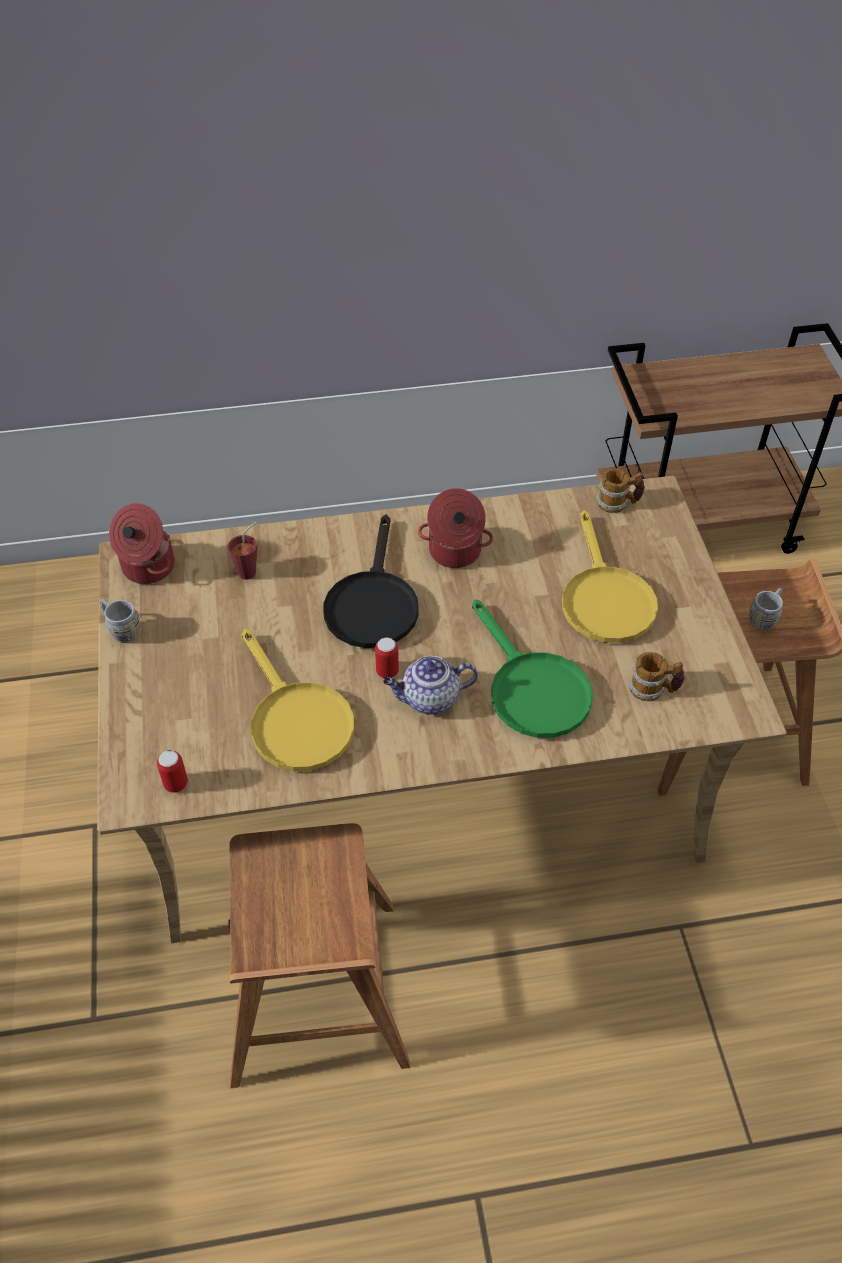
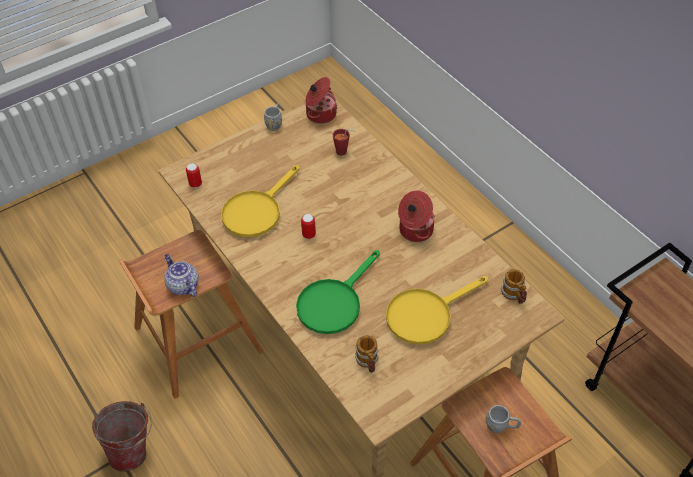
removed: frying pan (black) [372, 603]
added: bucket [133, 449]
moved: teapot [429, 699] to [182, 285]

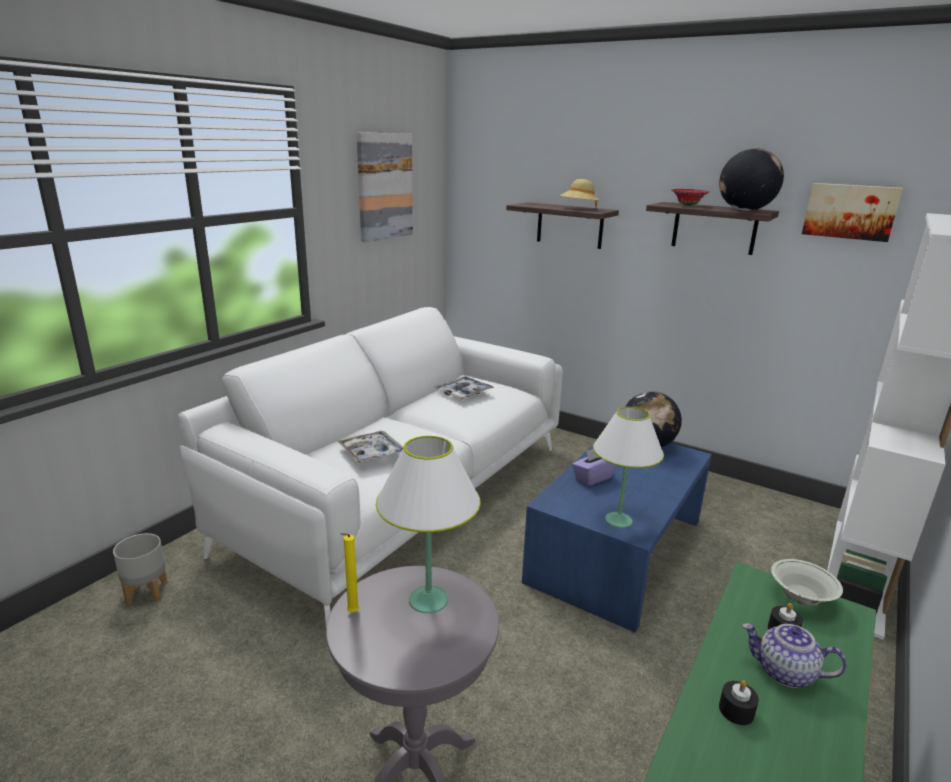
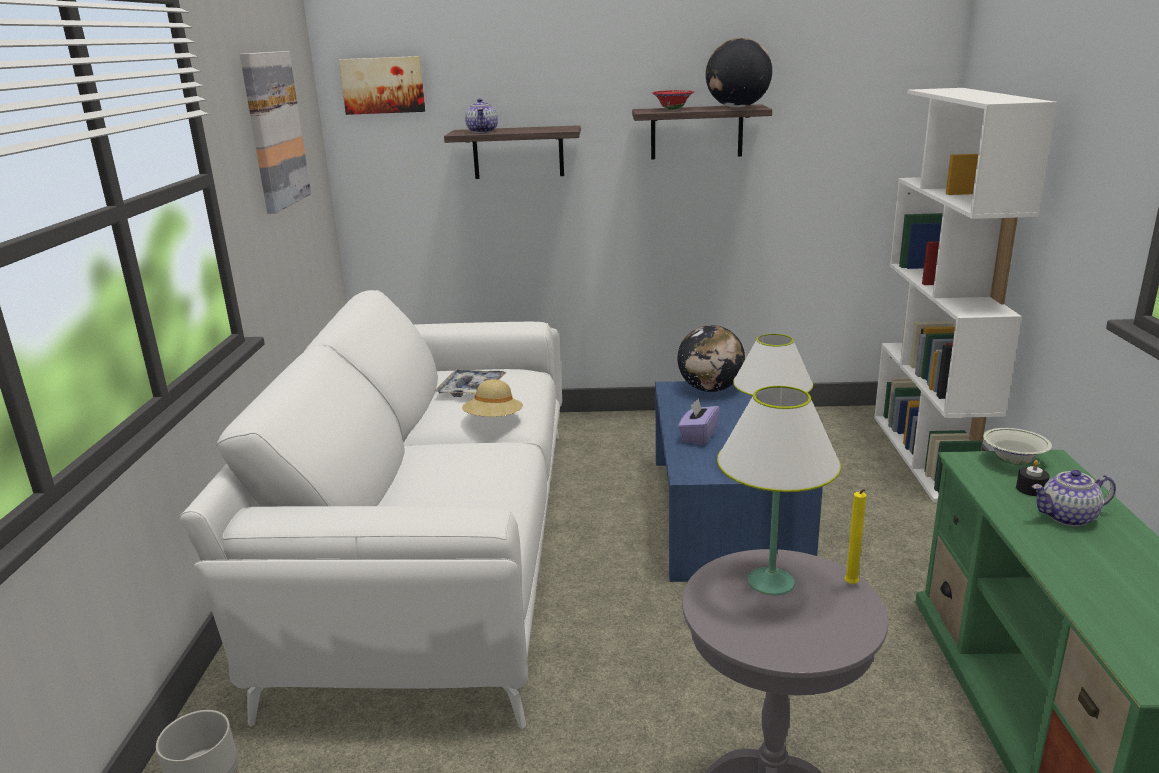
removed: tray [372, 453]; candle (black) [736, 710]
added: teapot [483, 131]
moved: candle (yellow) [351, 613] to [851, 586]; hat (beige) [578, 208] to [493, 420]; picture [850, 211] to [383, 85]

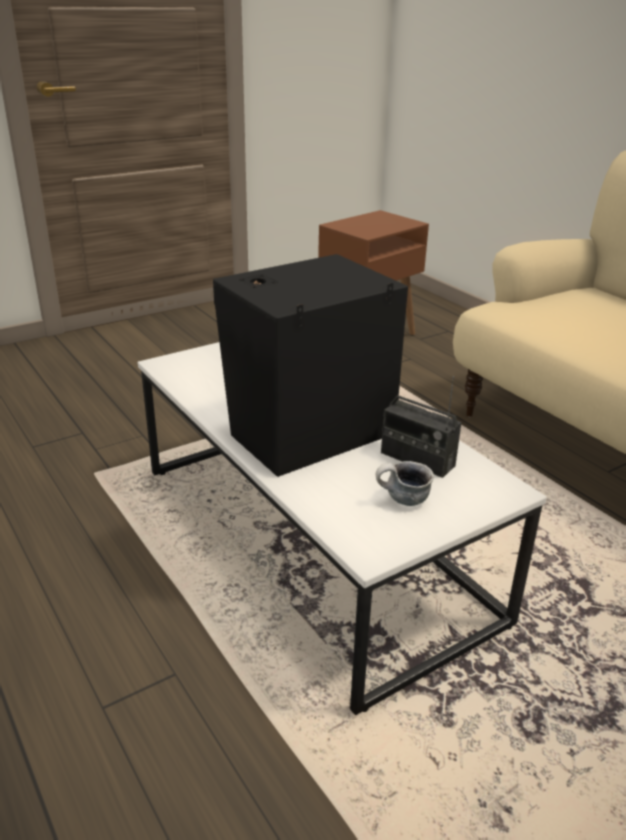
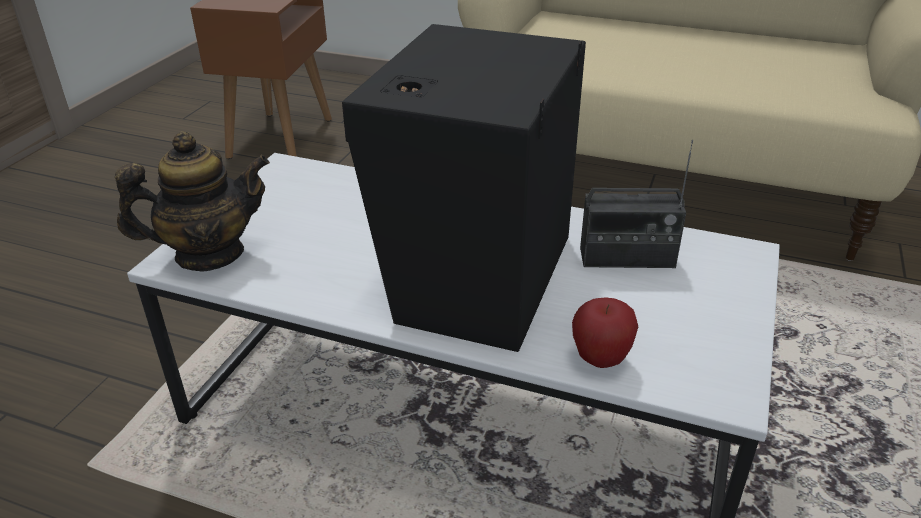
removed: mug [402, 501]
added: teapot [209, 254]; apple [600, 359]

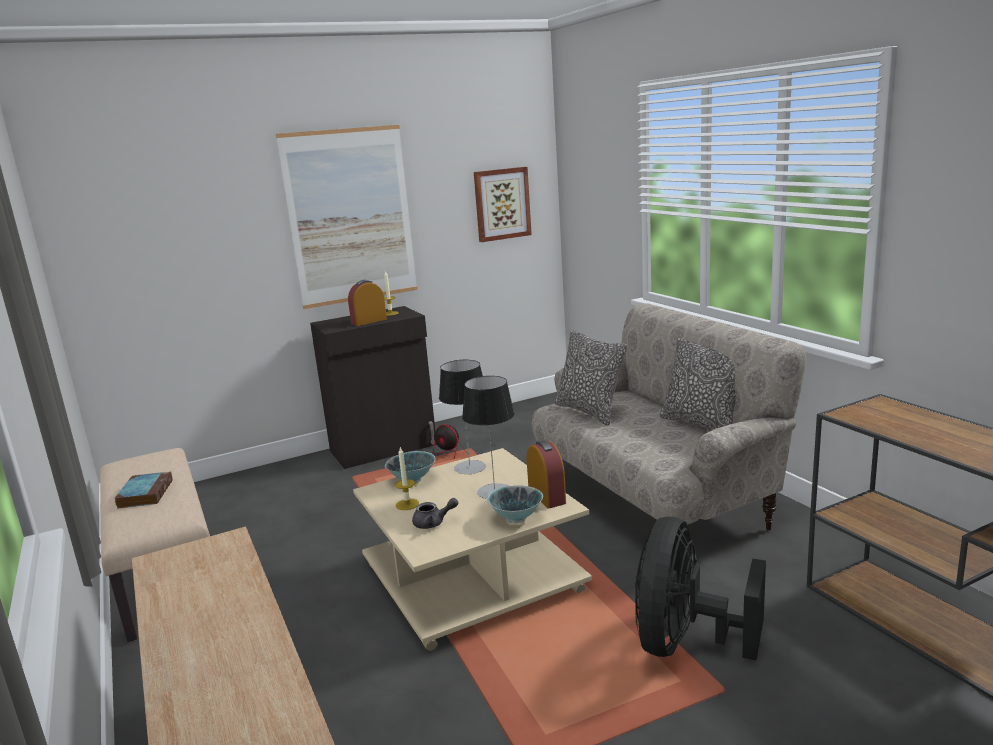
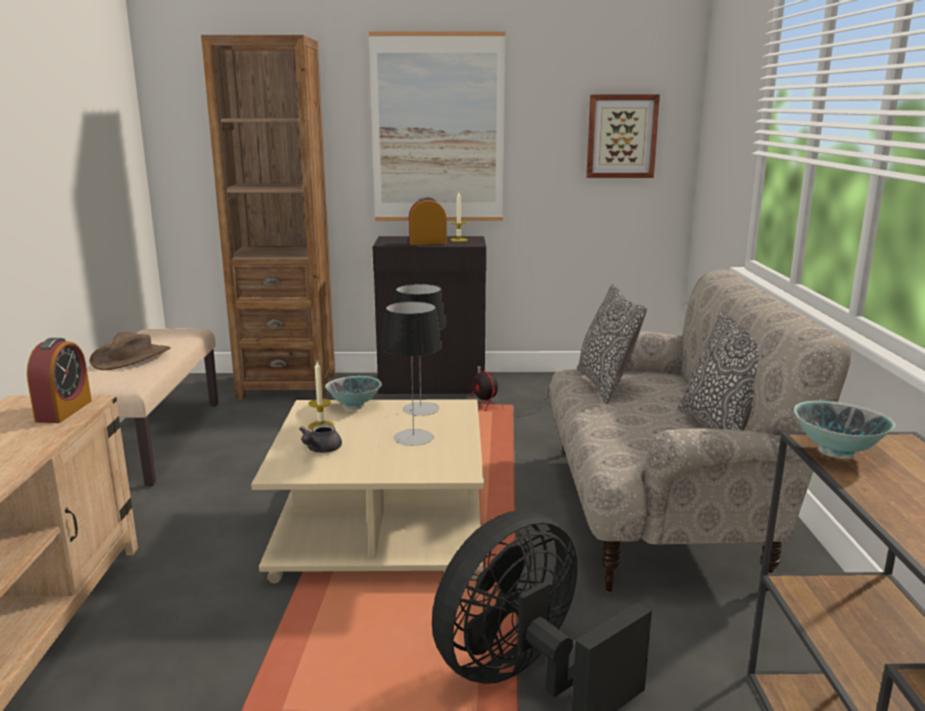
added: bookcase (brown) [287, 386]
moved: bowl [516, 519] to [836, 453]; alarm clock [547, 496] to [64, 411]
replaced: book [145, 493] to hat (brown) [131, 358]
turned: teapot (grey) [433, 523] = [320, 450] 90 degrees clockwise

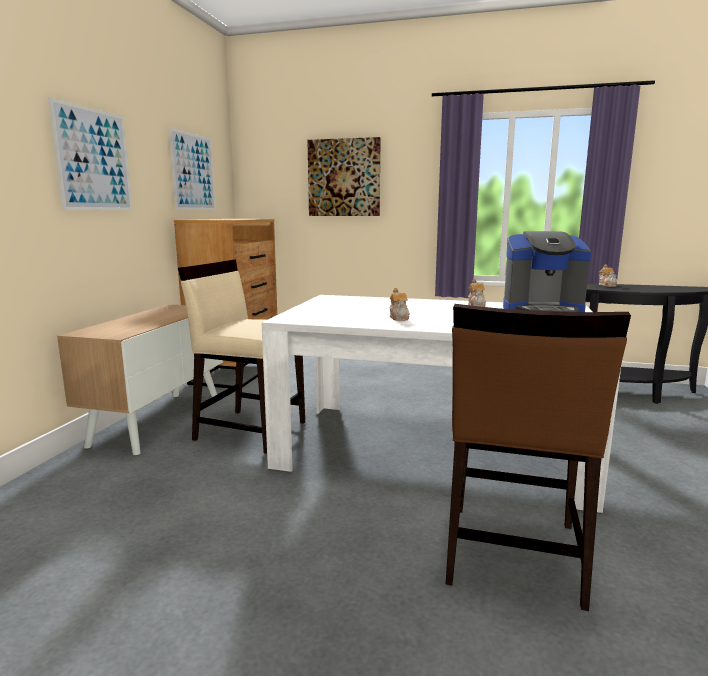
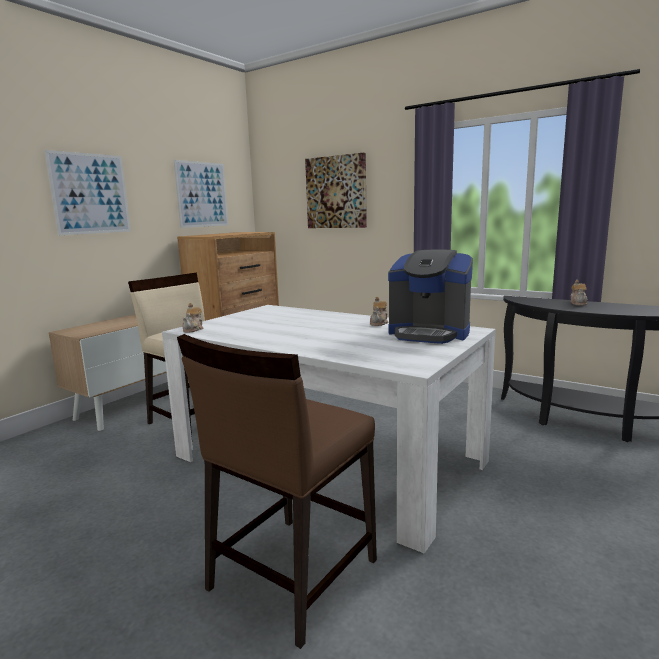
moved: teapot [399, 318] to [193, 329]

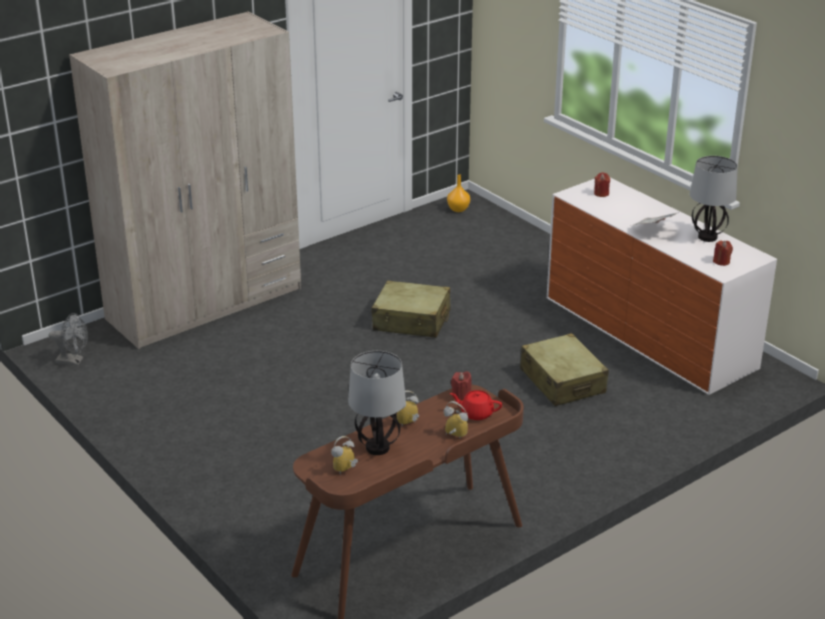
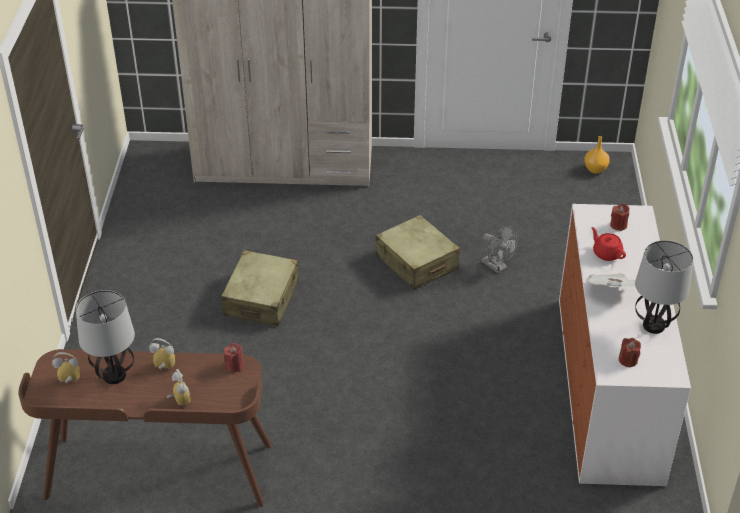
moved: fan (grey) [74, 361] to [497, 267]; teapot (red) [476, 413] to [606, 253]; suitcase (beige) [562, 381] to [262, 298]

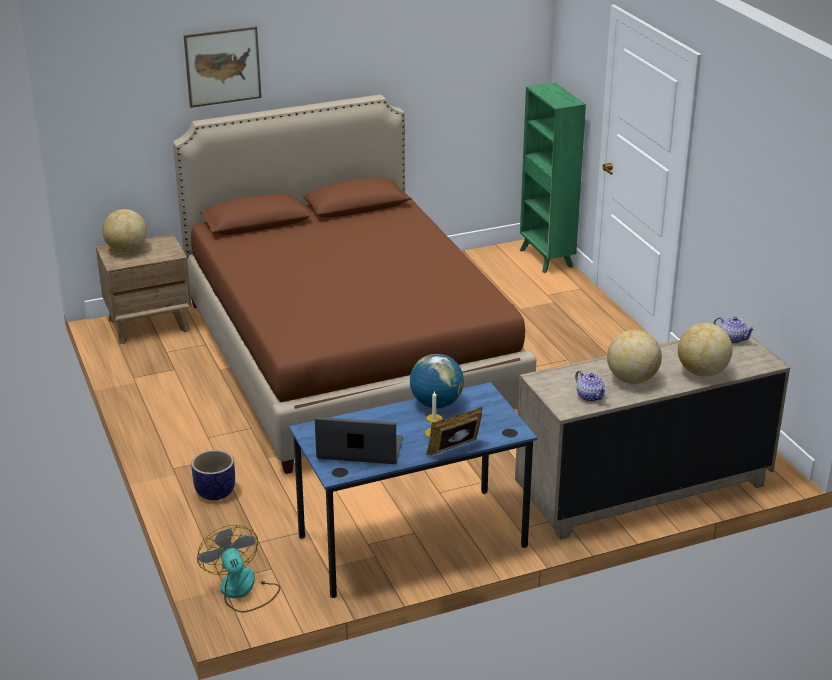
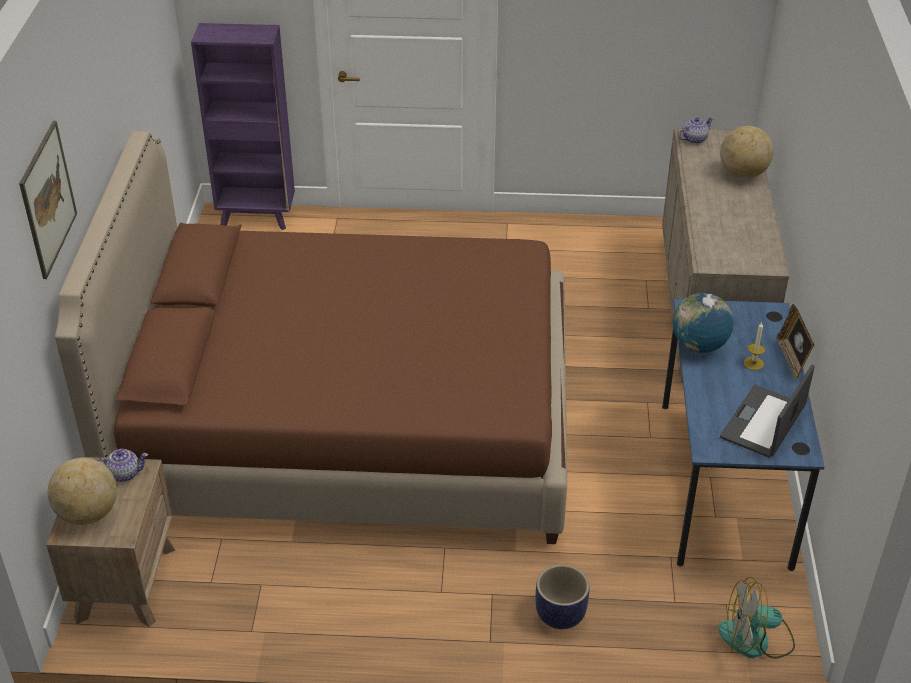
removed: globe [631, 379]
moved: teapot [590, 396] to [124, 473]
recoloured: bookcase (green) [546, 259] to bookcase (purple) [257, 217]

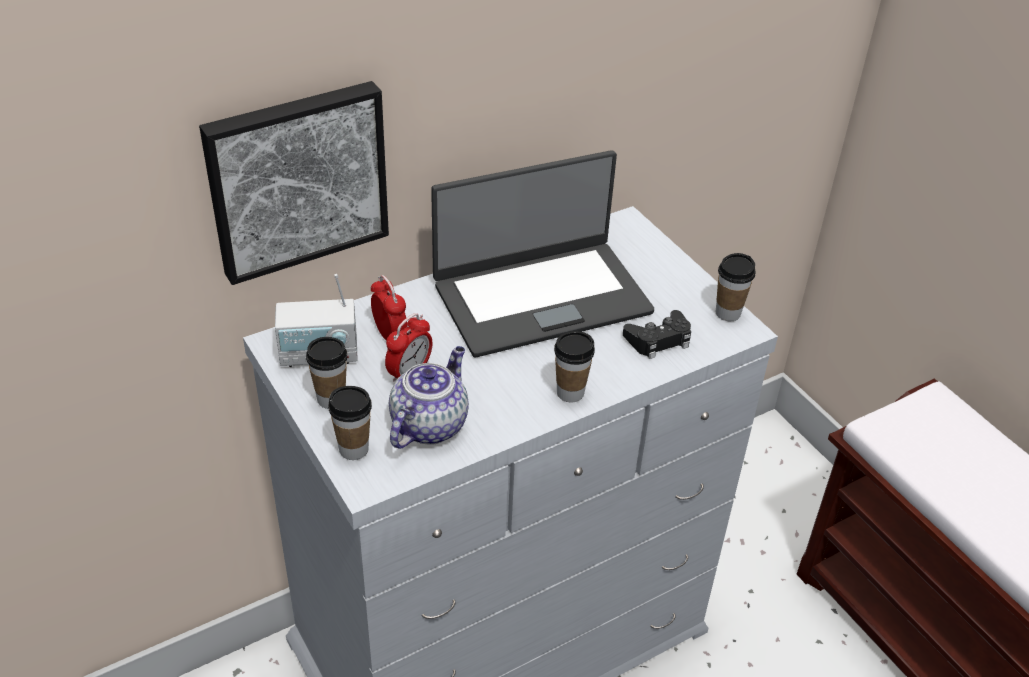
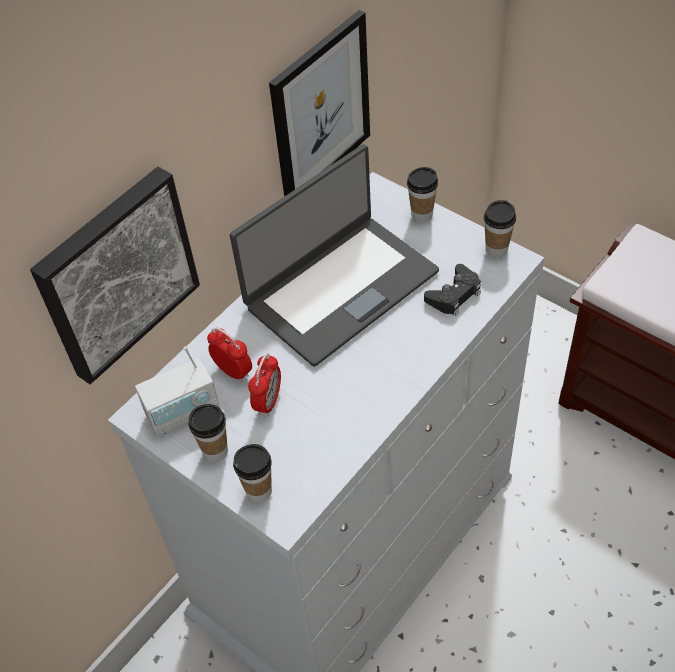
removed: teapot [429, 424]
added: picture [321, 109]
moved: cup [570, 393] to [422, 215]

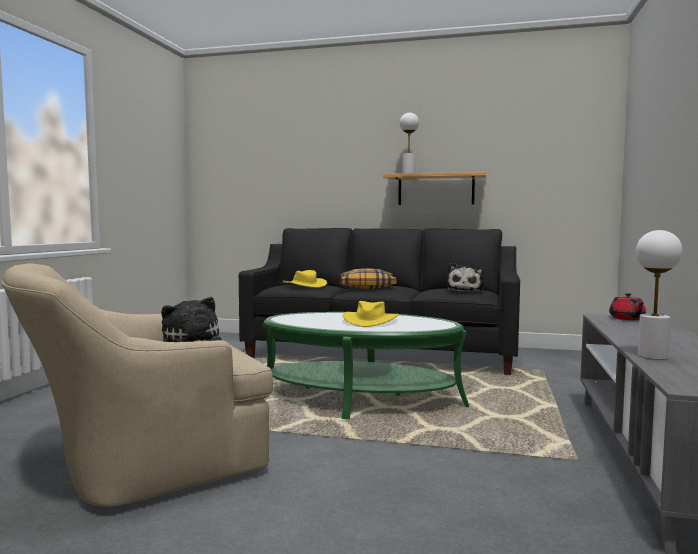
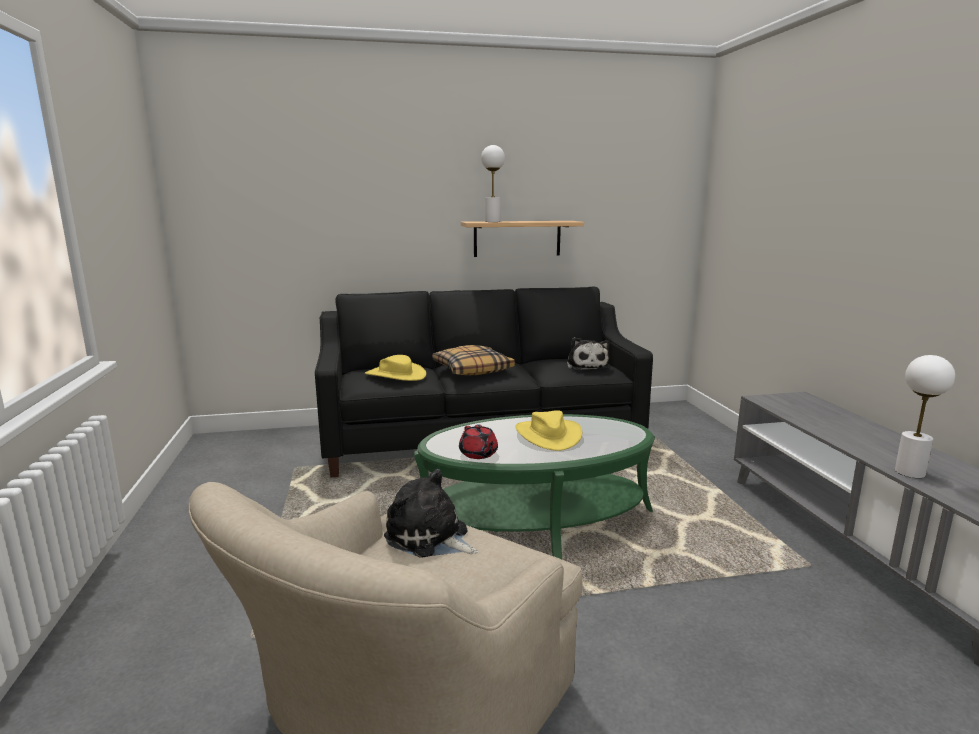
moved: teapot (red) [627, 318] to [478, 454]

